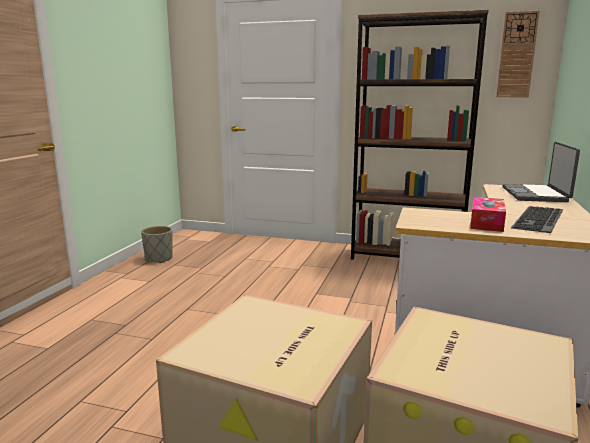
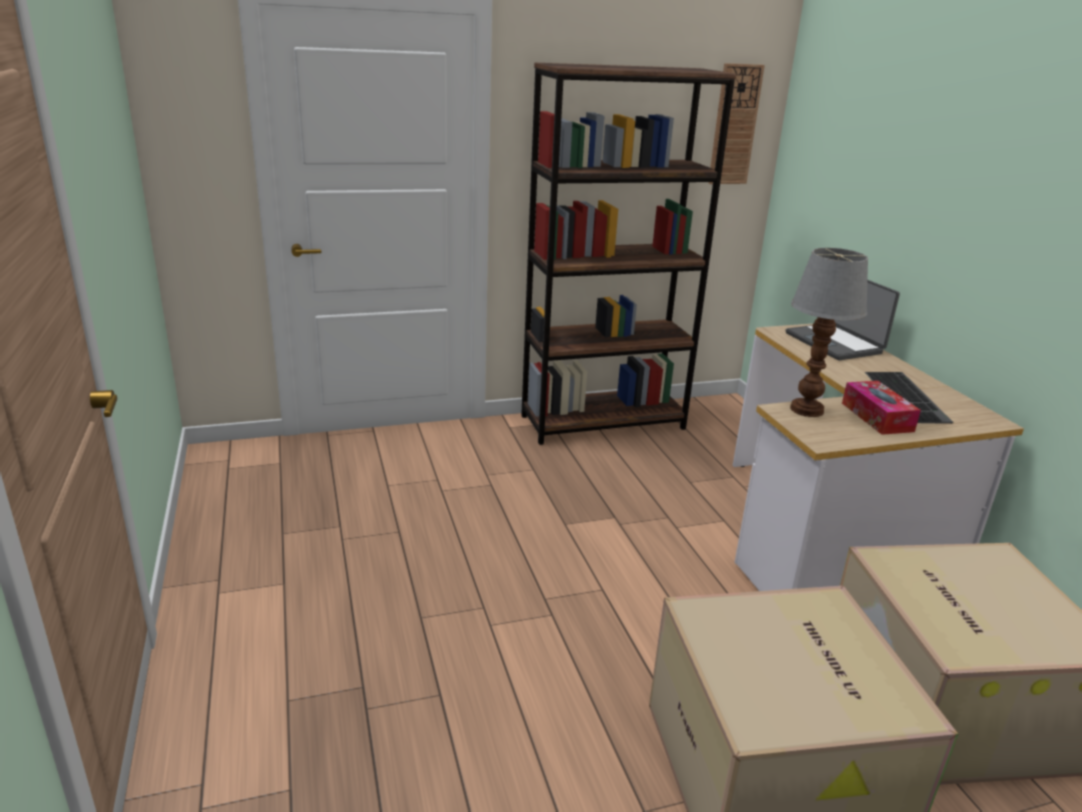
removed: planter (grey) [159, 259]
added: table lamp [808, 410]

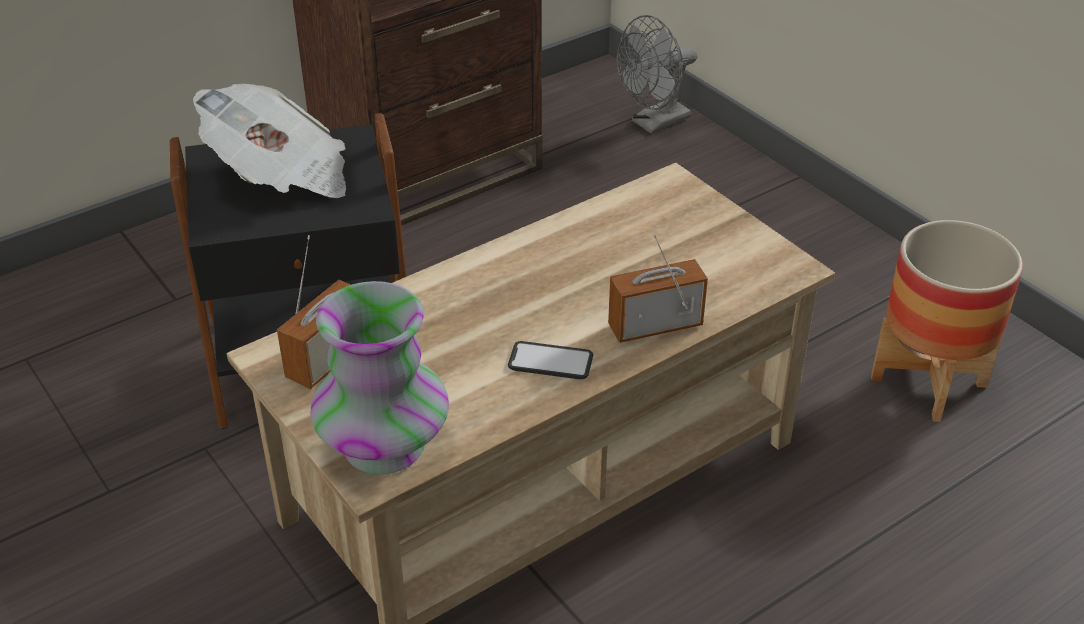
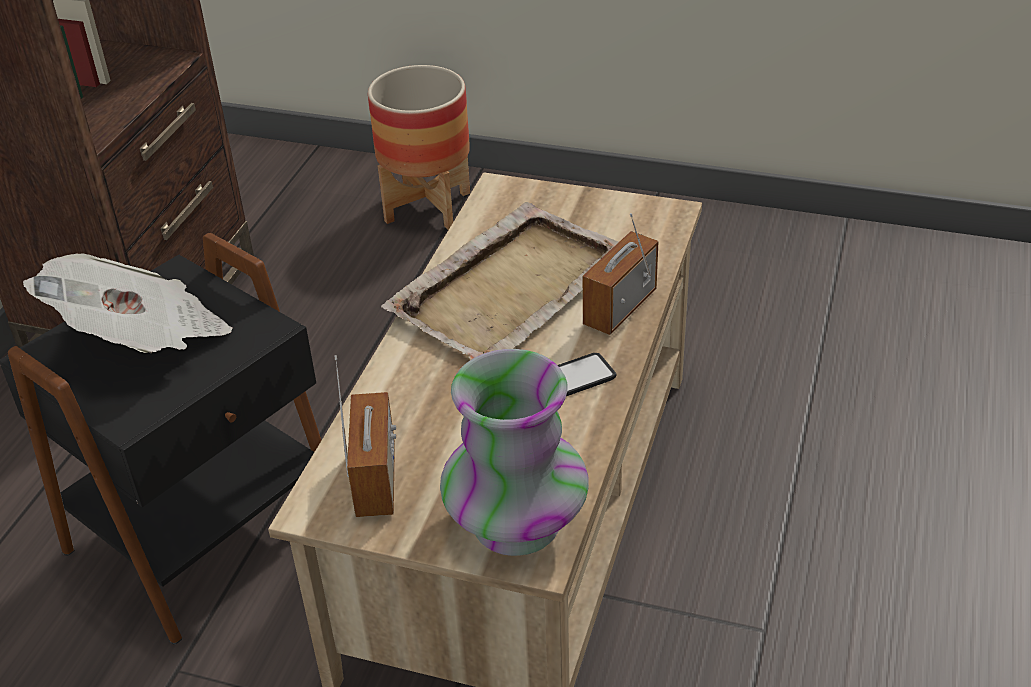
removed: fan (grey) [654, 123]
added: tray (beige) [511, 286]
moved: planter [929, 381] to [428, 207]

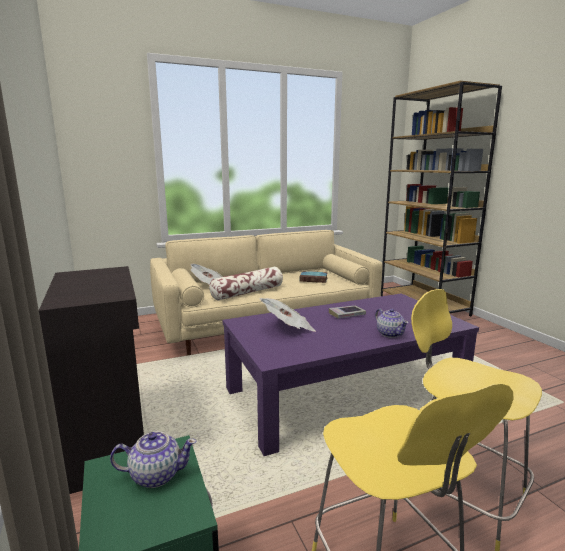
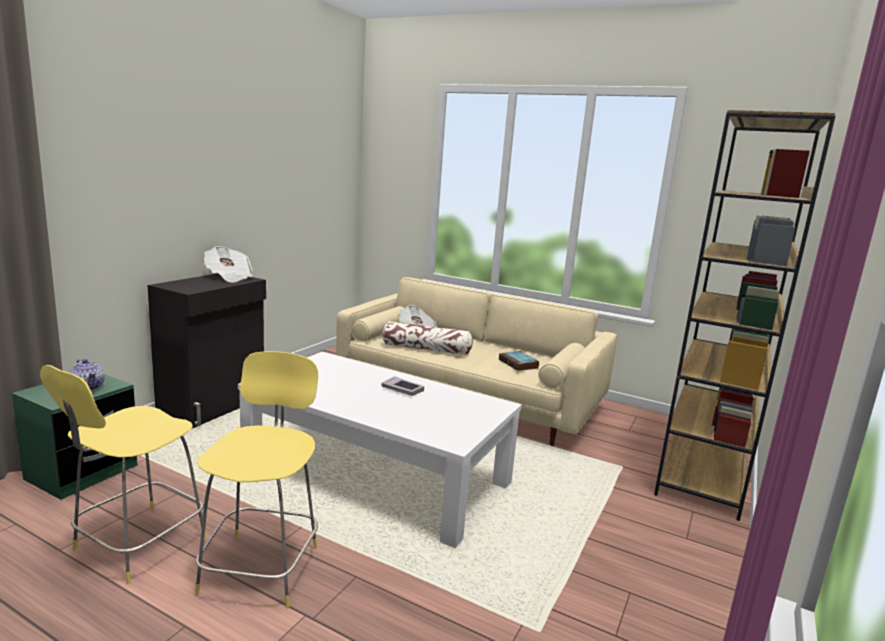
removed: teapot [390, 333]
moved: newspaper [288, 328] to [229, 277]
recoloured: coffee table (purple) [345, 393] to coffee table (white) [376, 472]

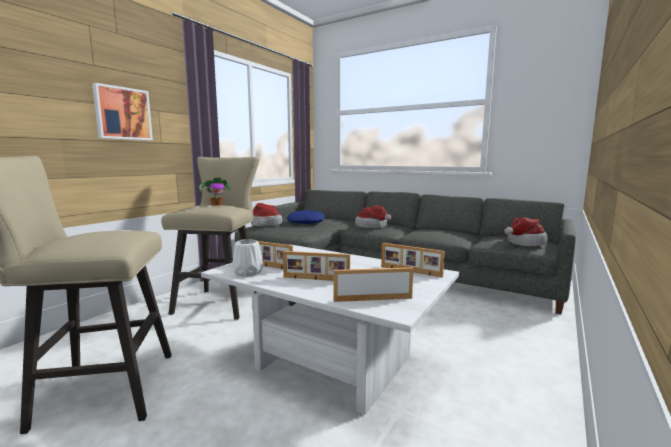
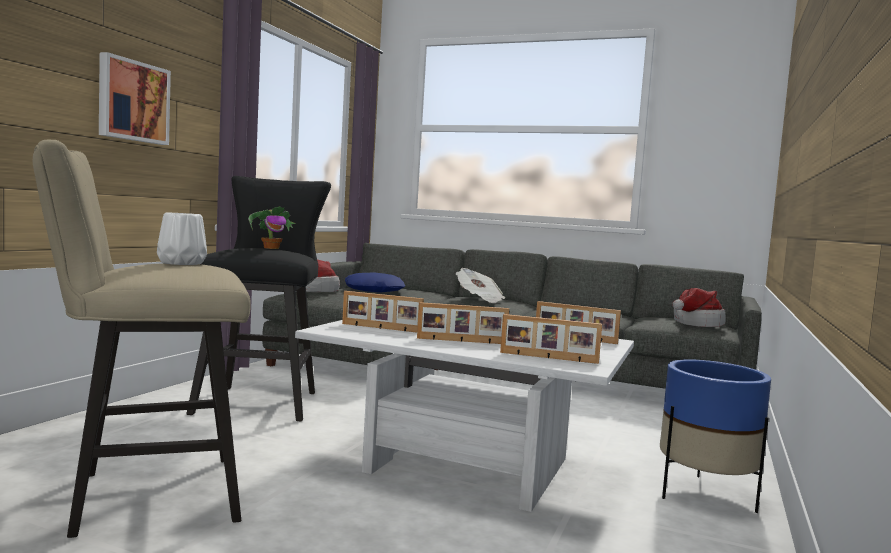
added: planter (blue) [705, 495]
moved: vase (white) [247, 273] to [181, 263]
replaced: hat [373, 226] to newspaper [479, 299]
recoloured: stool (beige) [221, 301] to stool (black) [261, 400]
turned: picture frame [372, 299] = [548, 358] 150 degrees counterclockwise

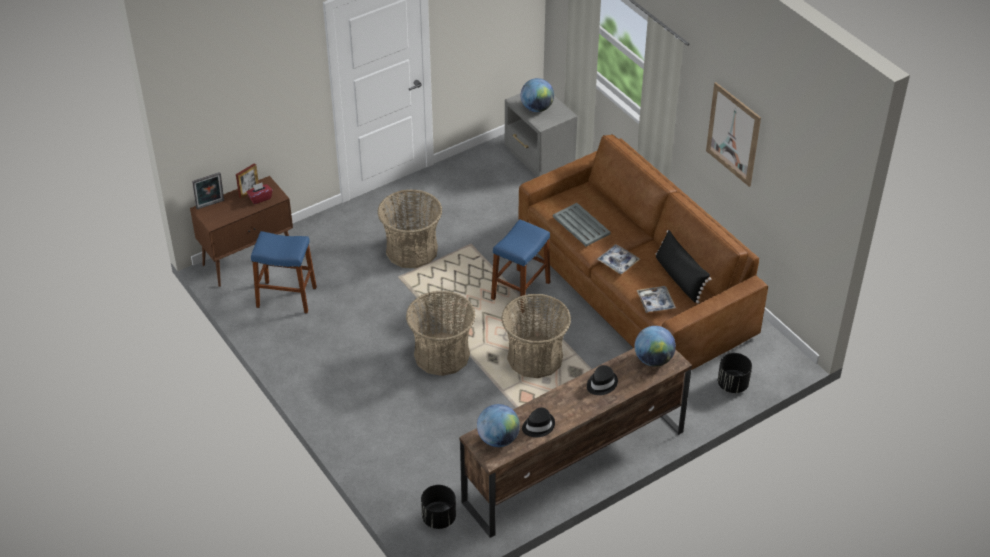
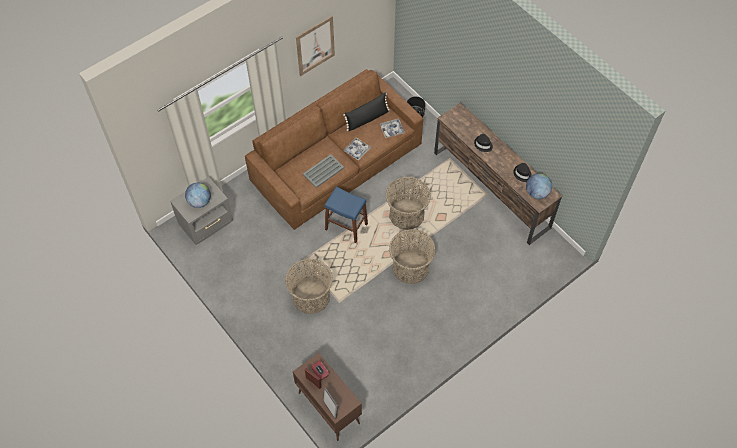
removed: stool (blue) [286, 297]; planter (black) [439, 518]; globe [653, 360]

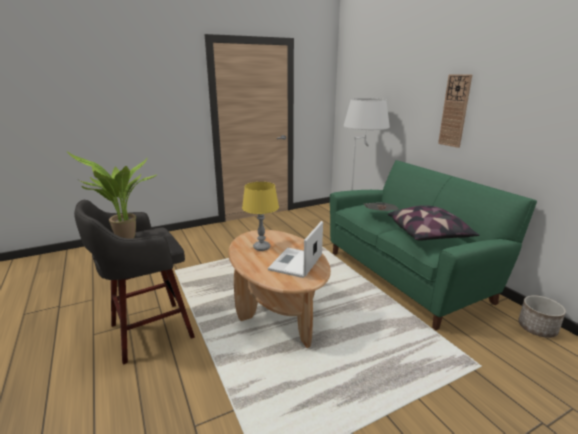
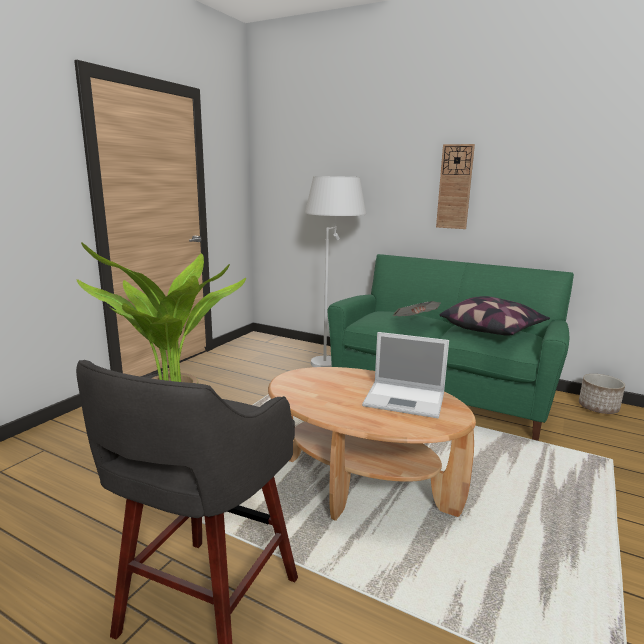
removed: table lamp (yellow) [262, 247]
turned: laptop [295, 263] = [406, 399] 60 degrees counterclockwise

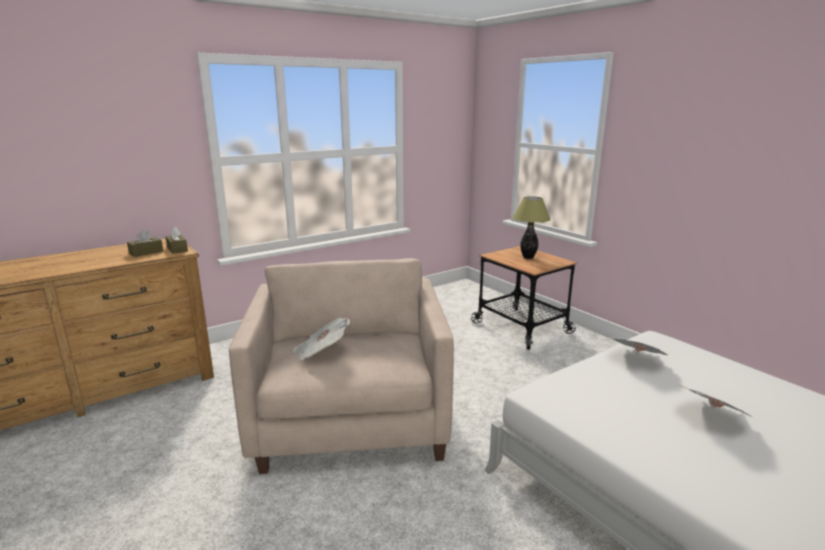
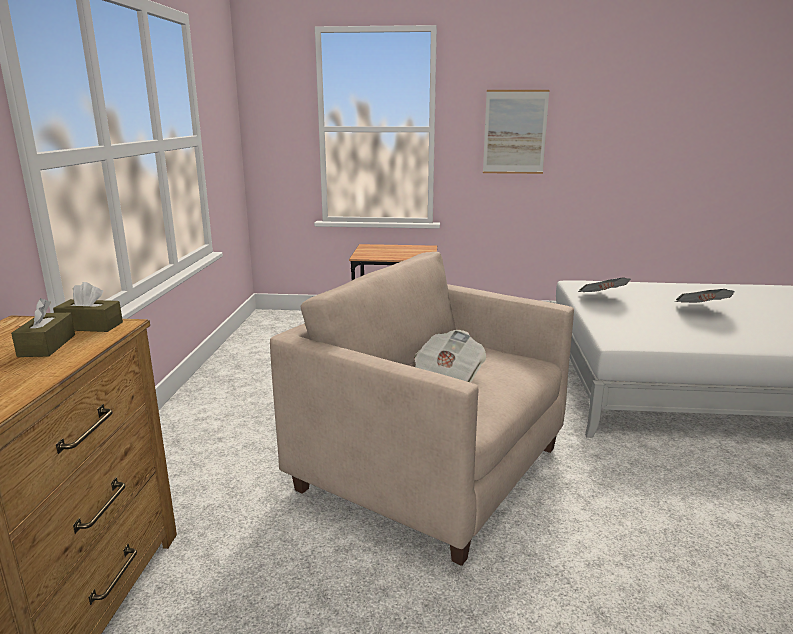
removed: table lamp [528, 257]
added: picture [515, 132]

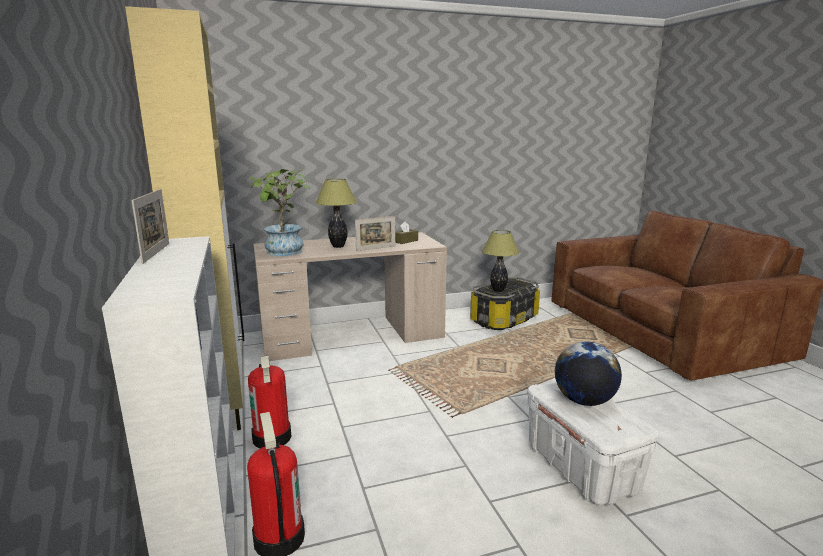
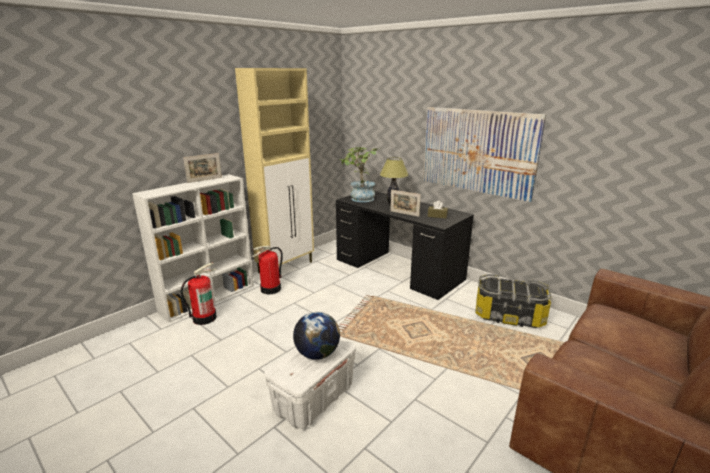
removed: table lamp [498, 290]
added: picture [478, 151]
recoloured: desk (beige) [352, 335] to desk (black) [398, 269]

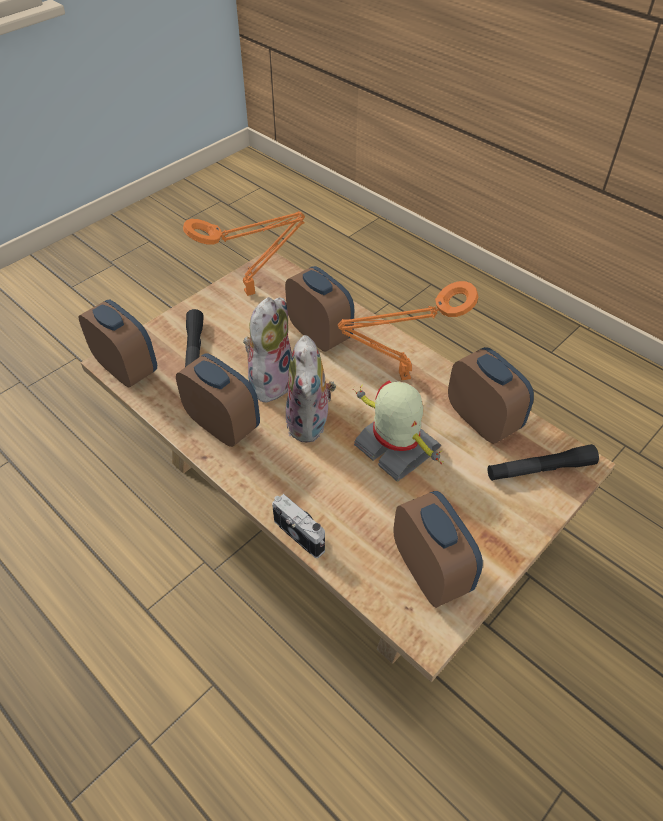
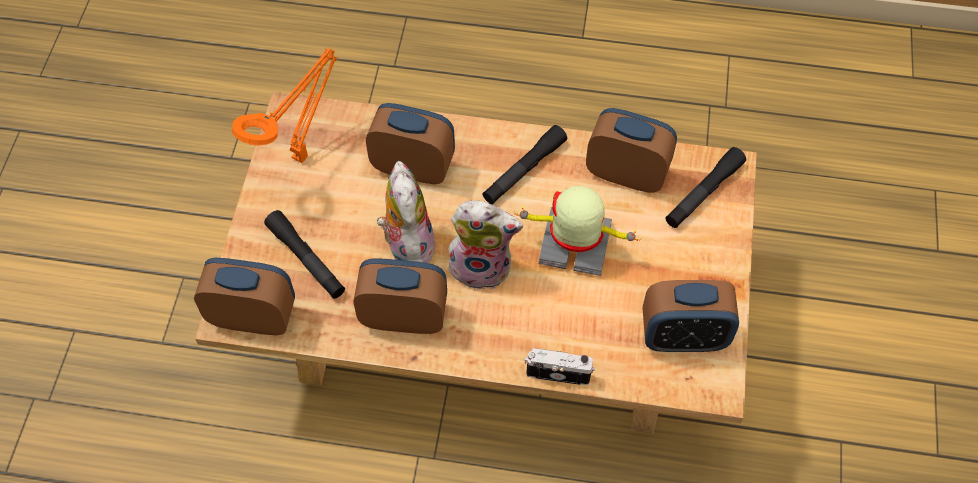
replaced: table lamp (orange) [400, 377] to flashlight (black) [524, 170]
turned: plush toy [311, 424] = [482, 266] 45 degrees counterclockwise; alarm clock [430, 571] = [683, 337] 150 degrees clockwise

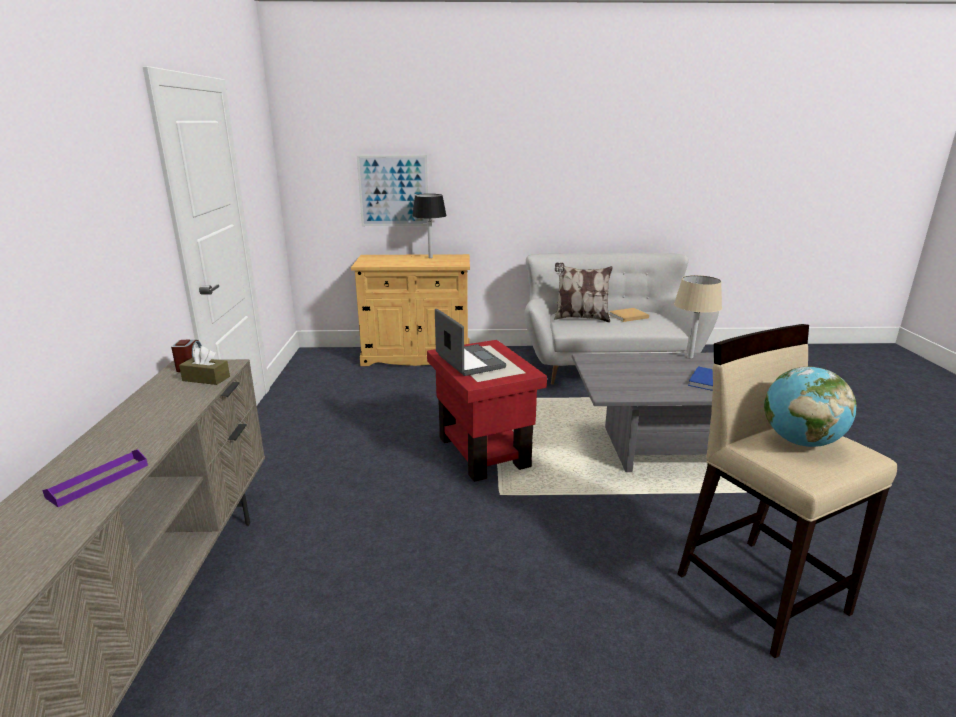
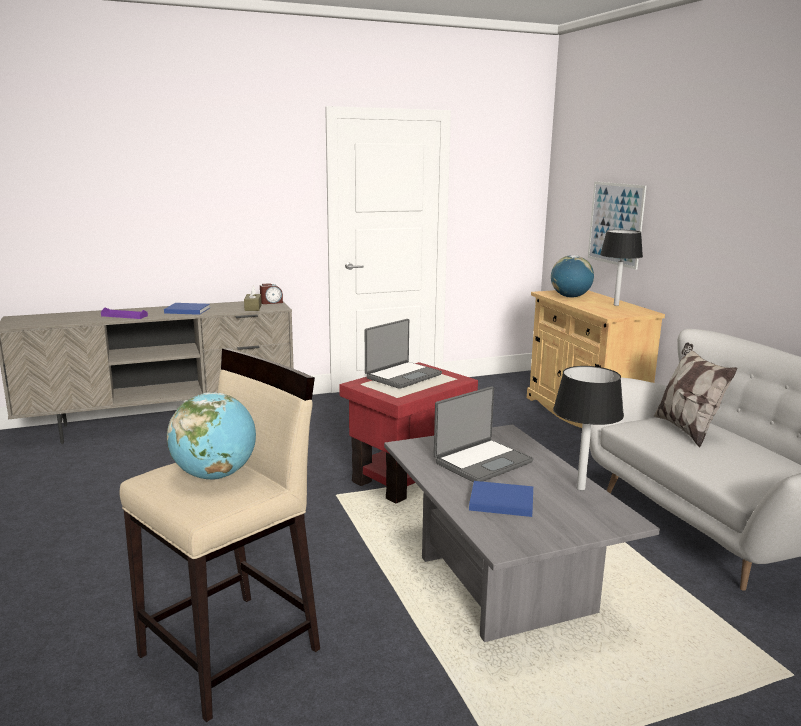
removed: book (beige) [627, 316]
added: book (blue) [186, 310]; laptop [482, 461]; globe [570, 297]
recoloured: table lamp (beige) [690, 357] to table lamp (black) [580, 488]

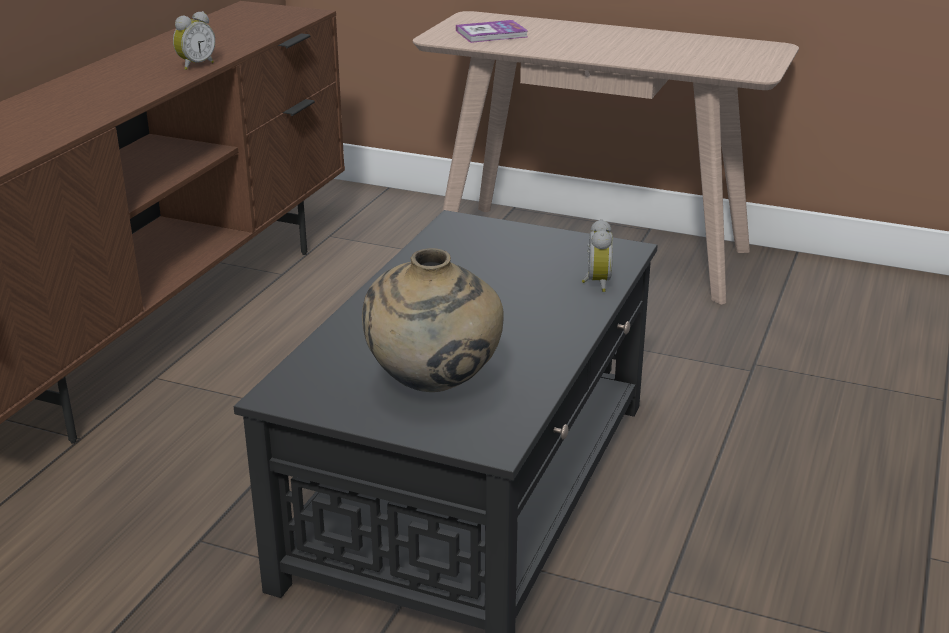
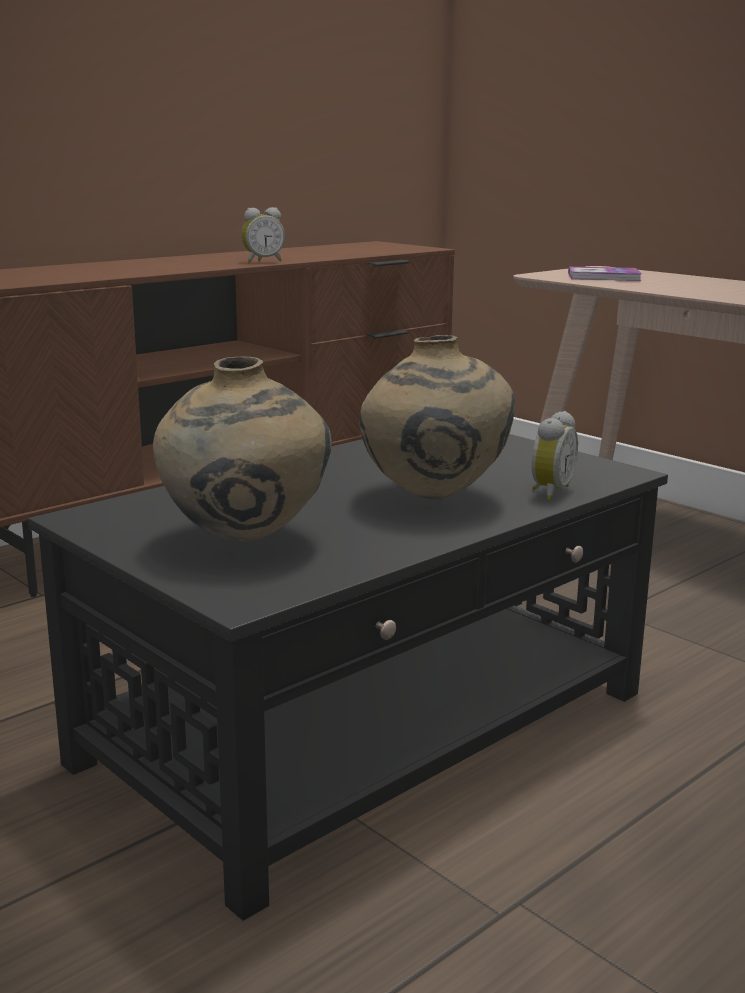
added: vase (beige) [433, 499]

